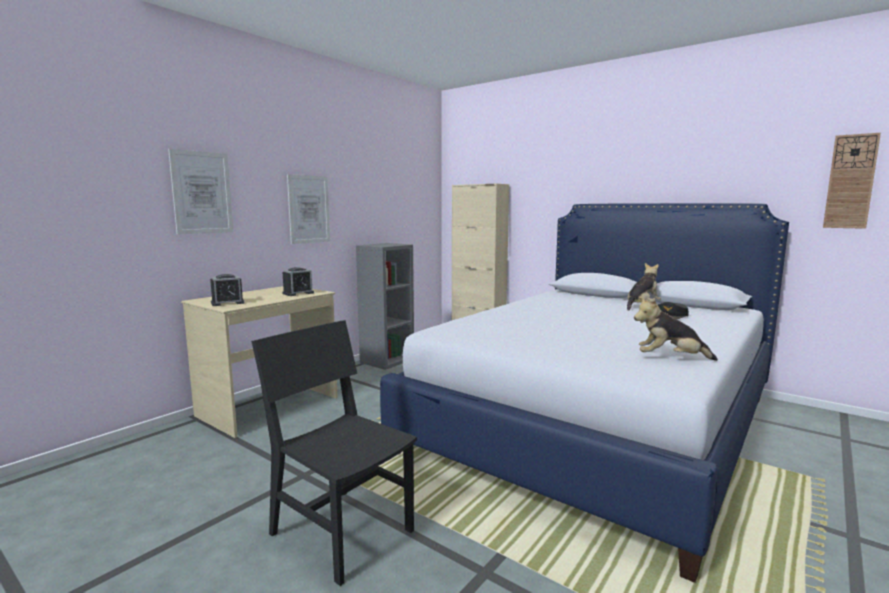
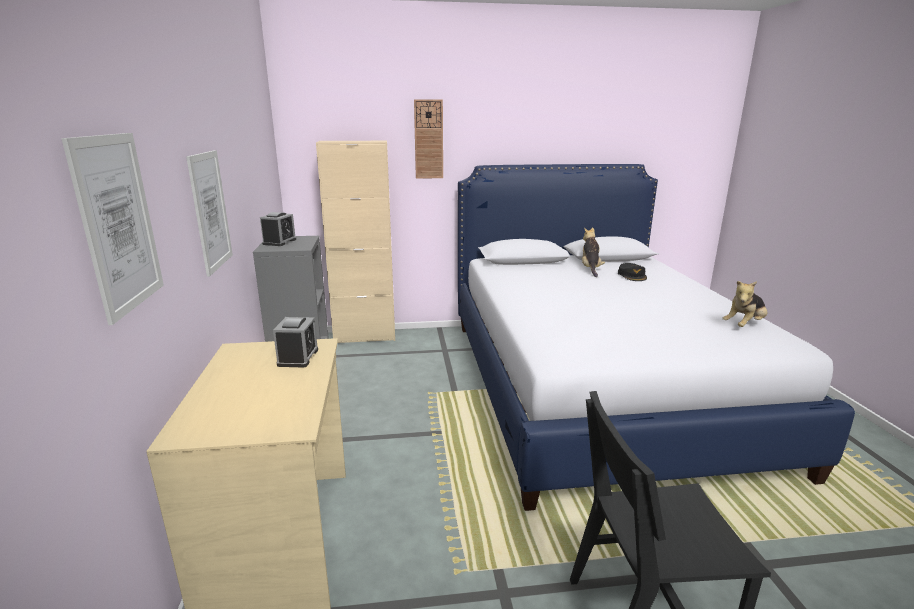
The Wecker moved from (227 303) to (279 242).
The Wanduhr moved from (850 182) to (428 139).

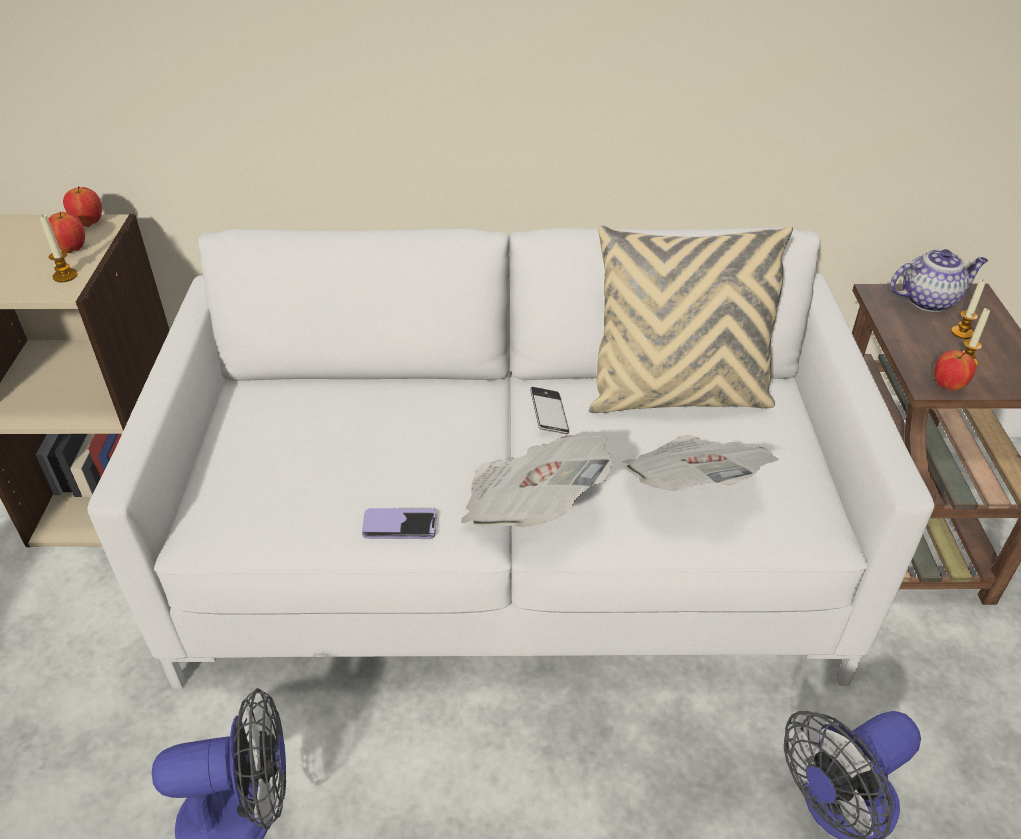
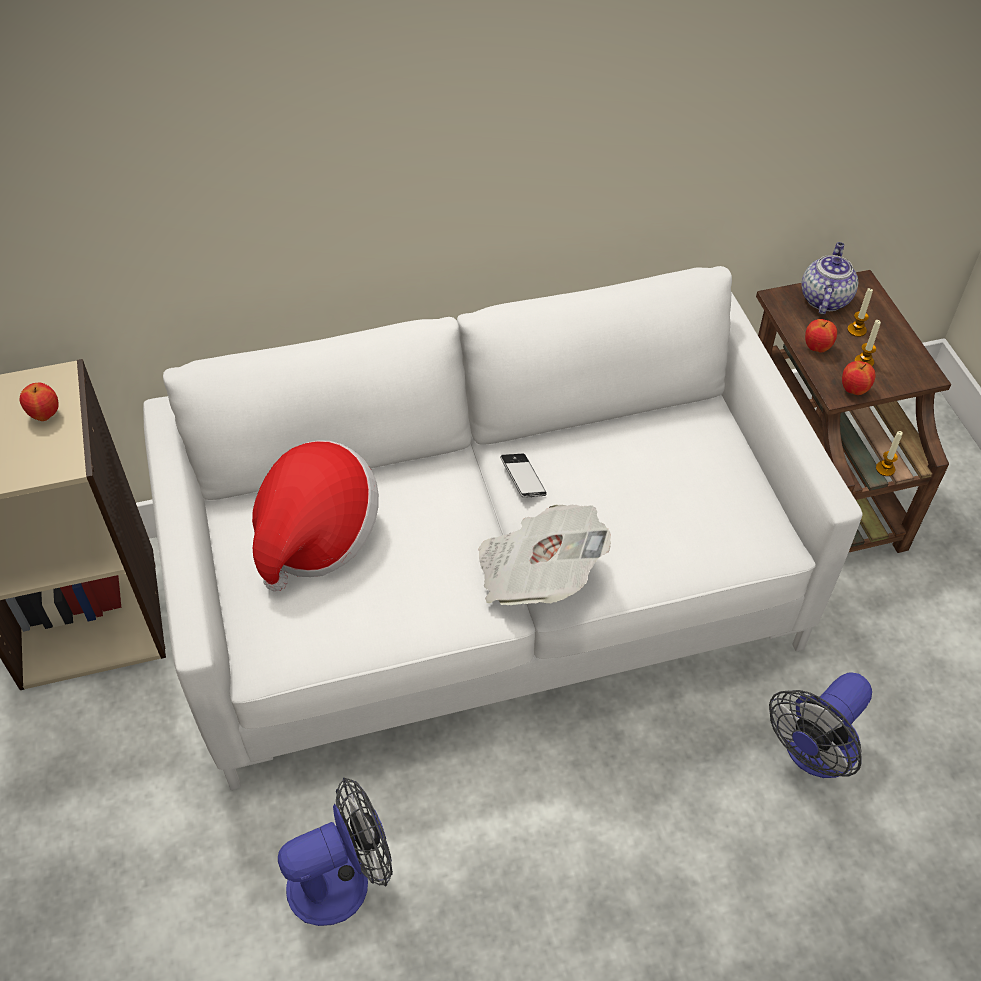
The Hut at (316 535) appeared.
The Teekanne at (929 300) turned 45 degrees counterclockwise.
The Apfel moved from (88 223) to (817 348).
The Kerze moved from (65 276) to (885 469).
The Handy at (399 525) disappeared.
The Kissen/beige at (677 396) disappeared.
The Zeitung at (691 488) disappeared.

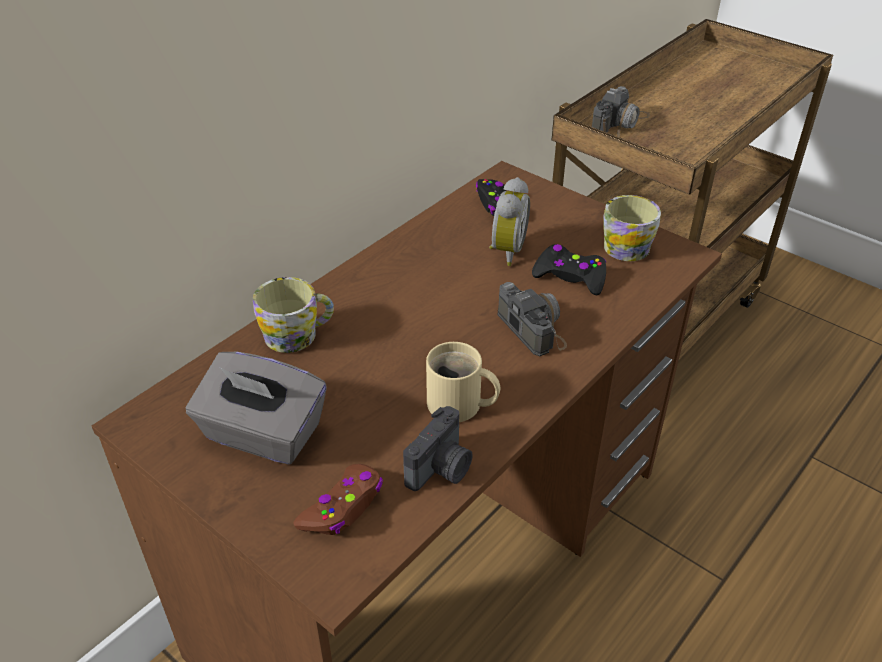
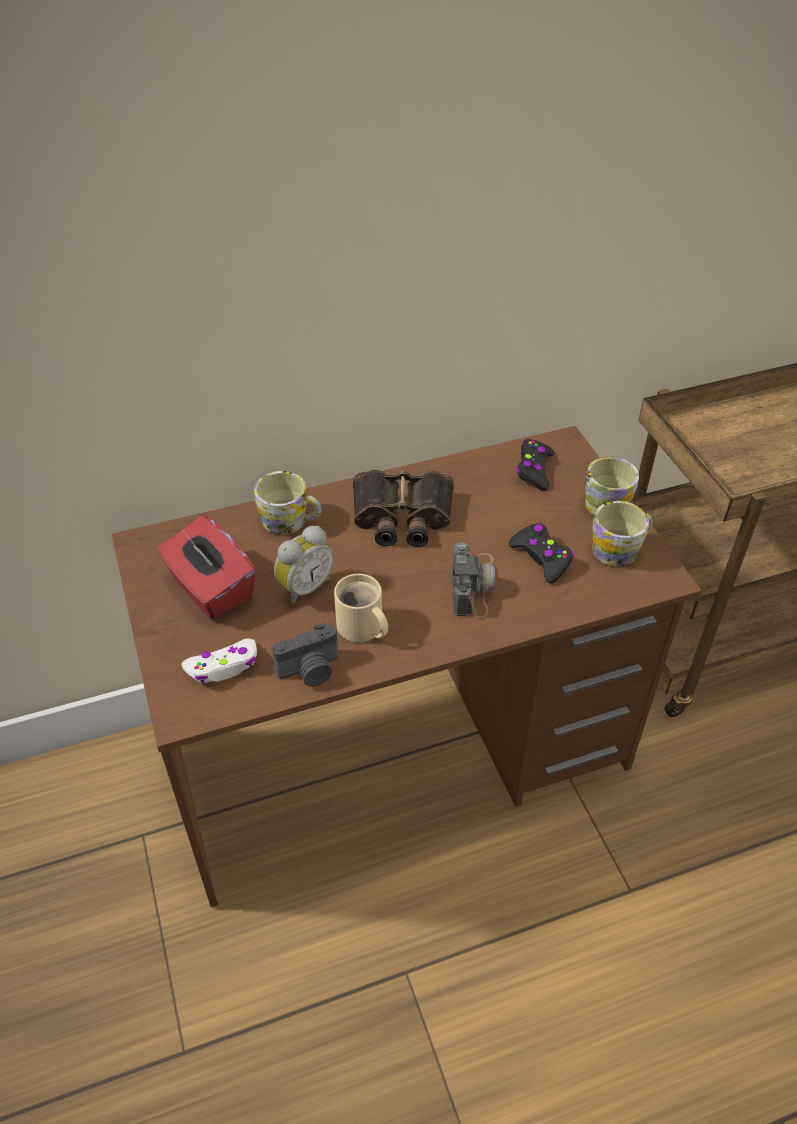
The Taschentuchbox/grau at (262 434) became the Taschentuchbox/rot at (211 589).
The Gamepad/braun at (343 507) became the Gamepad/weiß at (223 667).
The Wecker moved from (505 251) to (304 587).
The Fernglas at (401 517) appeared.
The Henkelbecher at (604 501) appeared.
The Kamera at (620 123) disappeared.

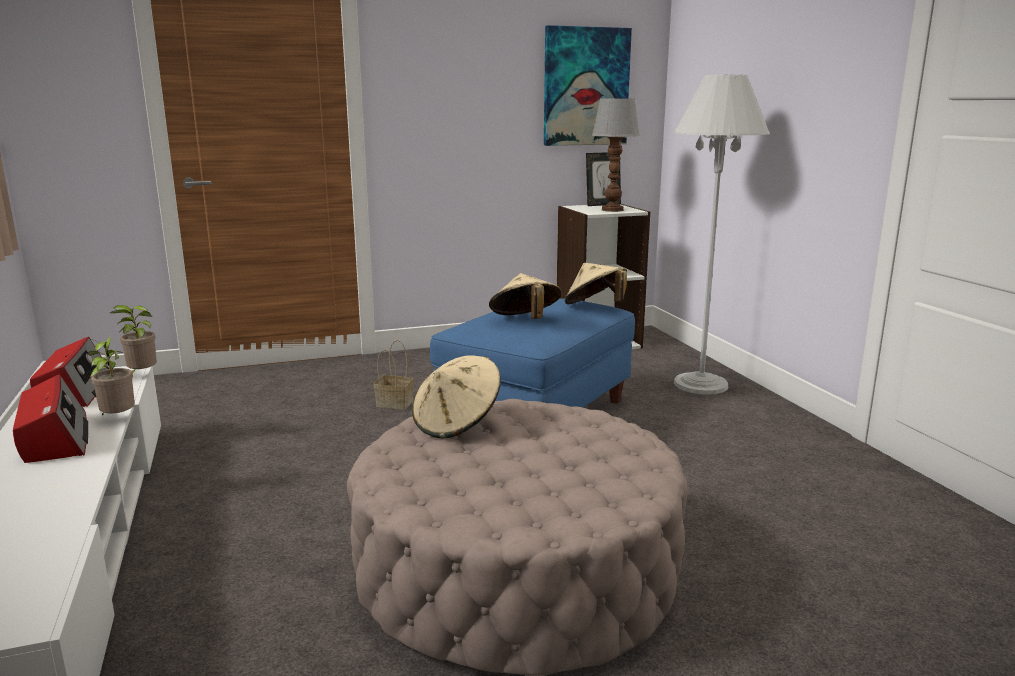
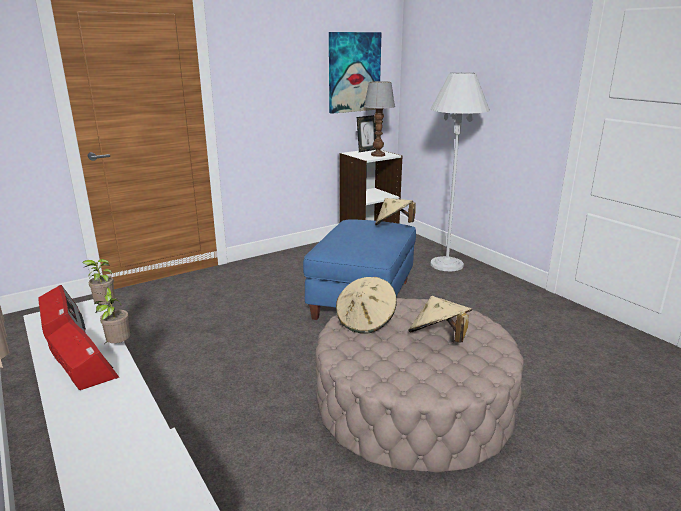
The Hut/beige moved from (525 321) to (438 338).
The Korb at (393 404) disappeared.

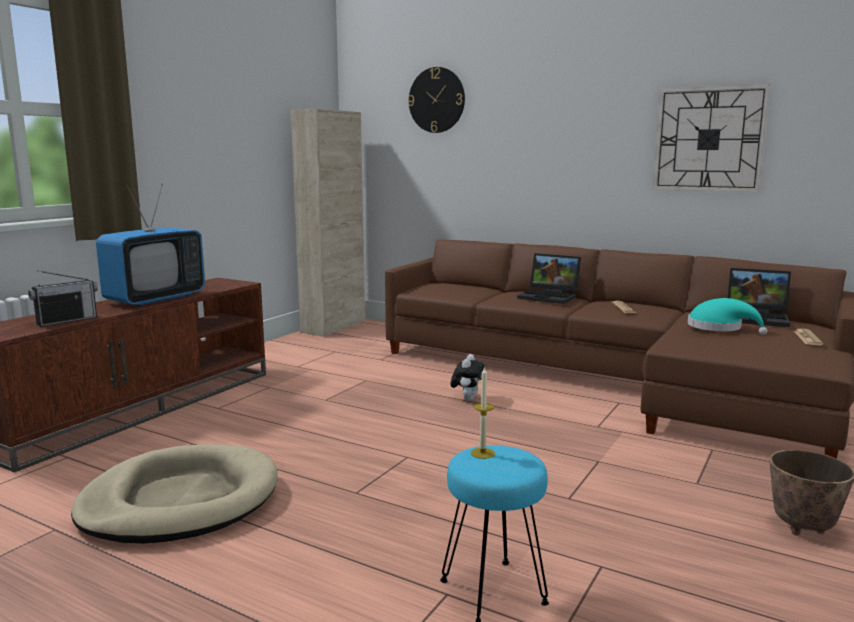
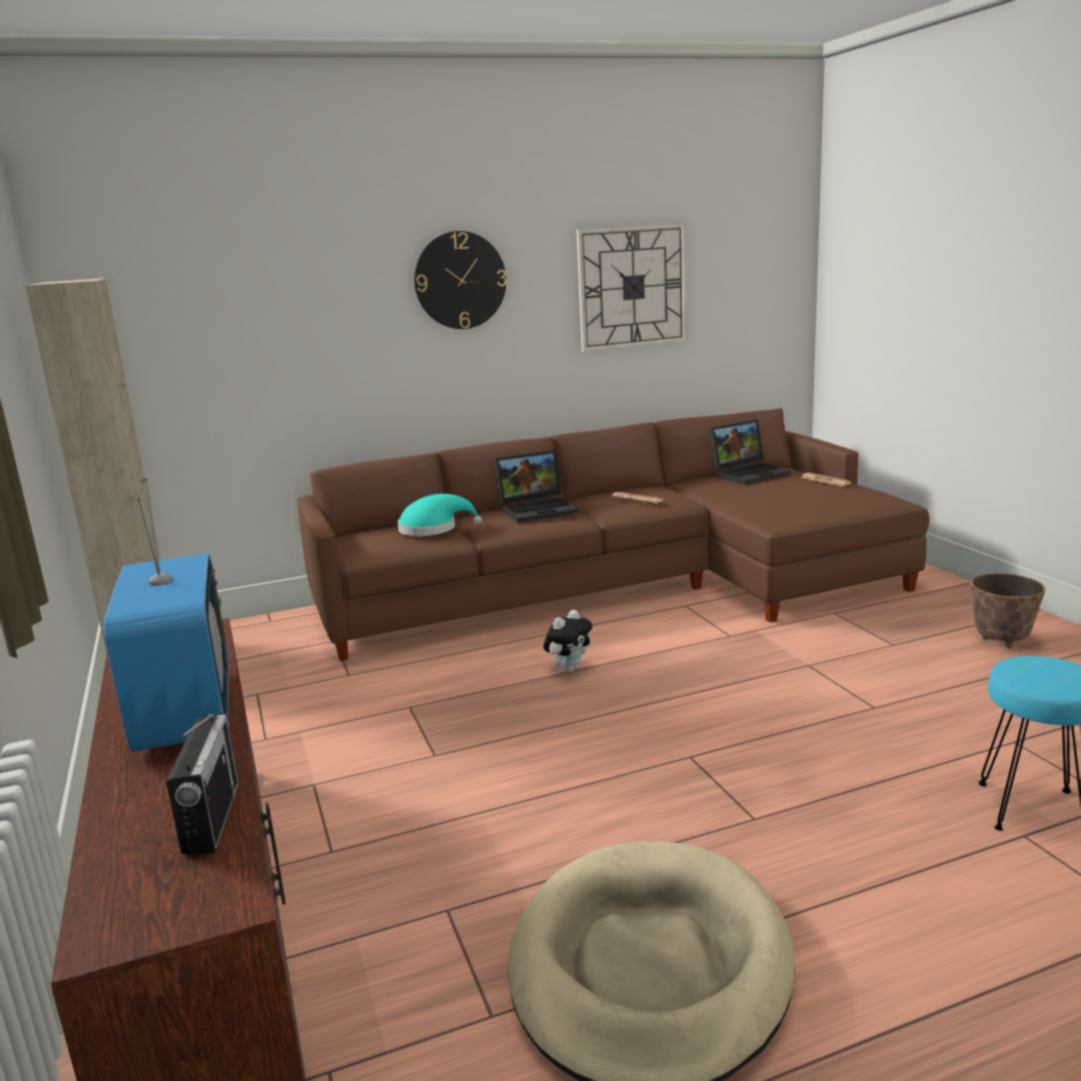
The Hut/türkis moved from (719 328) to (433 529).
The Wanduhr moved from (436 100) to (460 280).
The Plüschtier at (467 399) turned 75 degrees clockwise.
The Kerze at (482 453) disappeared.

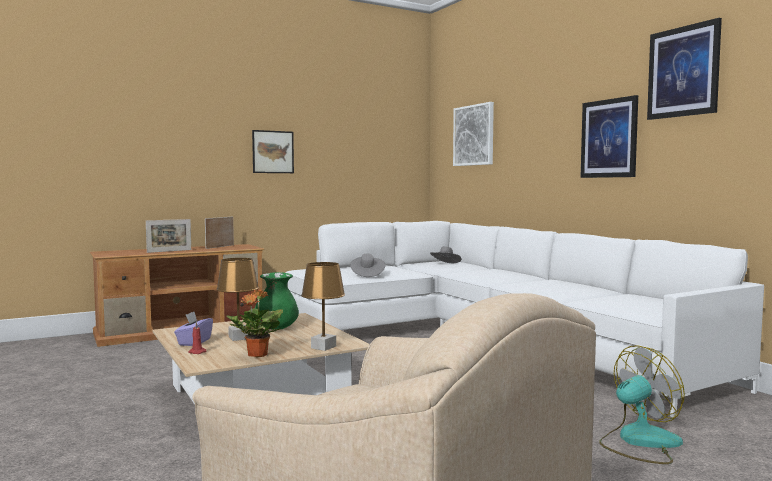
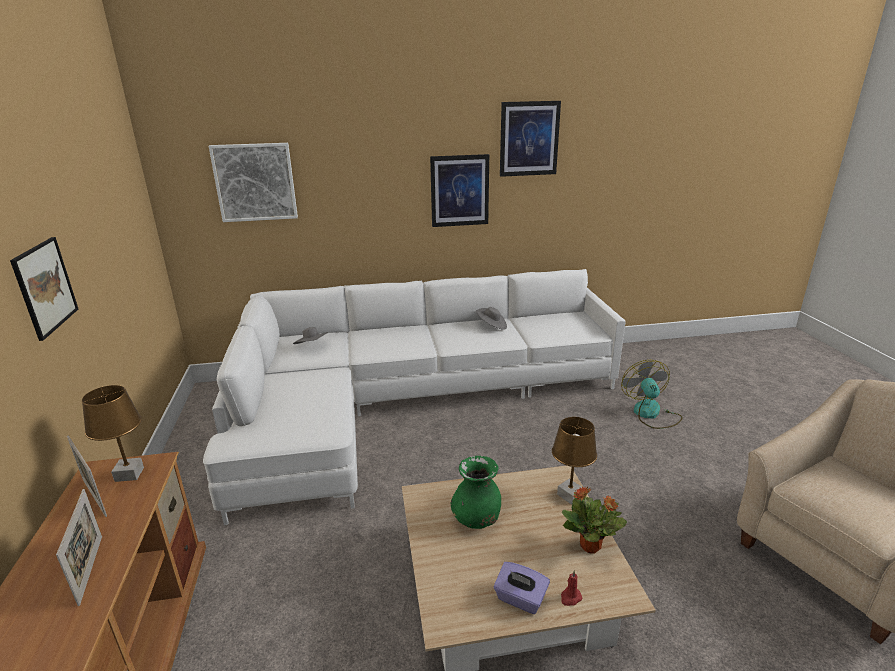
The Tischlampe/braun moved from (238 338) to (129 475).
The Hut/grau moved from (367 274) to (491 326).

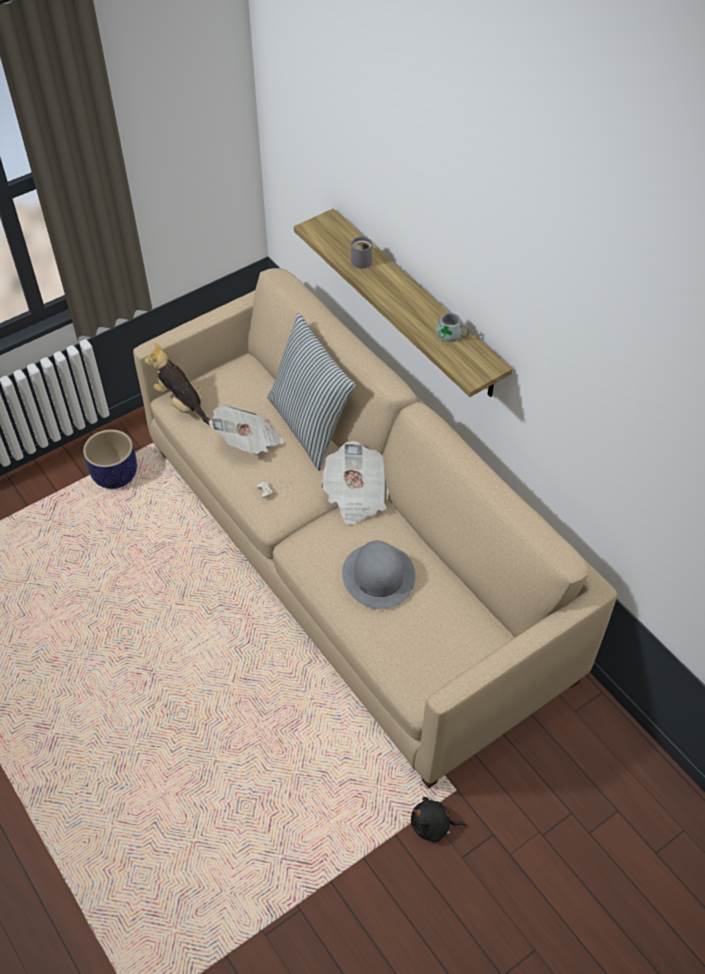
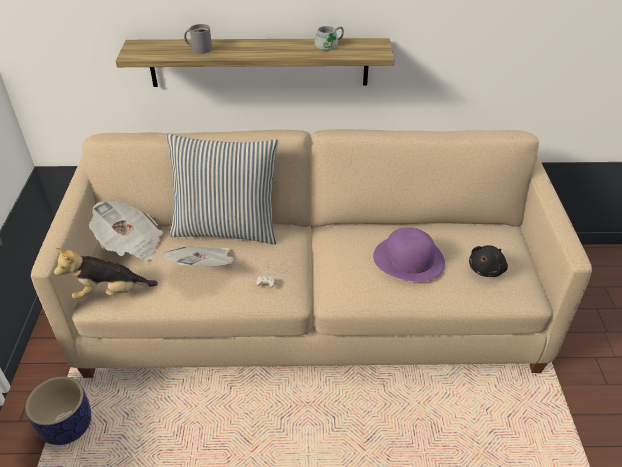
The Zeitung moved from (355 495) to (130 243).
The Hut/grau at (378 575) became the Hut/lila at (408 259).
The Plüschtier/schwarz moved from (433 825) to (487 269).

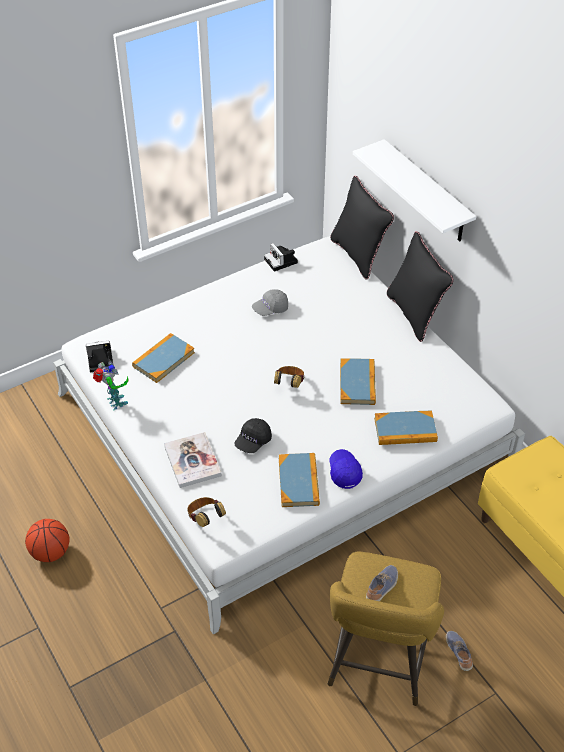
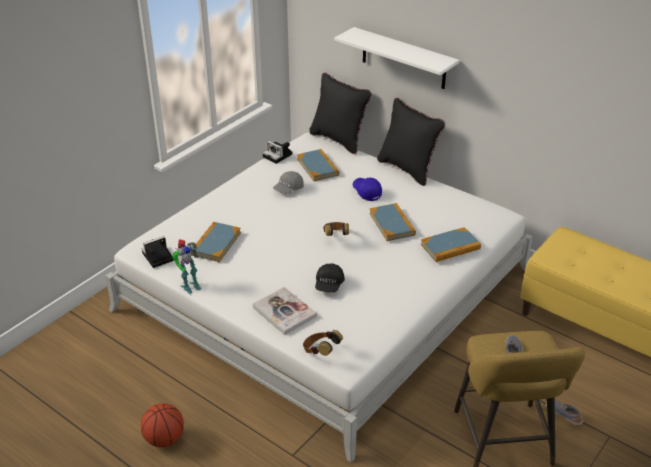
The Spielzeugroboter at (115 403) turned 105 degrees clockwise.
The Buch moved from (298 482) to (318 167).
The Kappe/blau moved from (344 472) to (366 192).

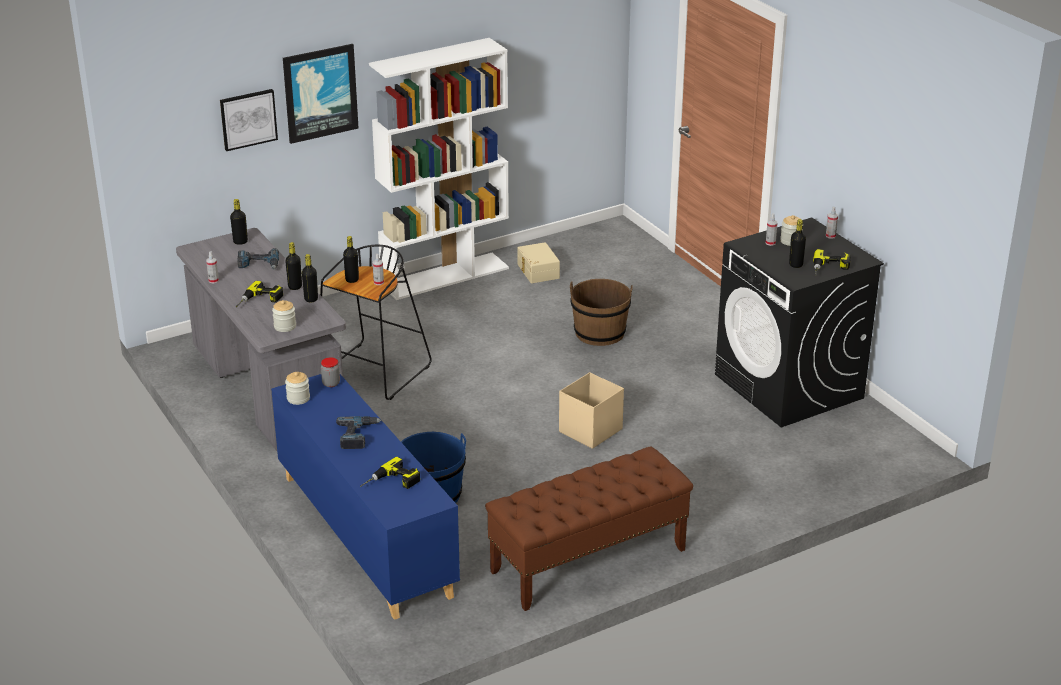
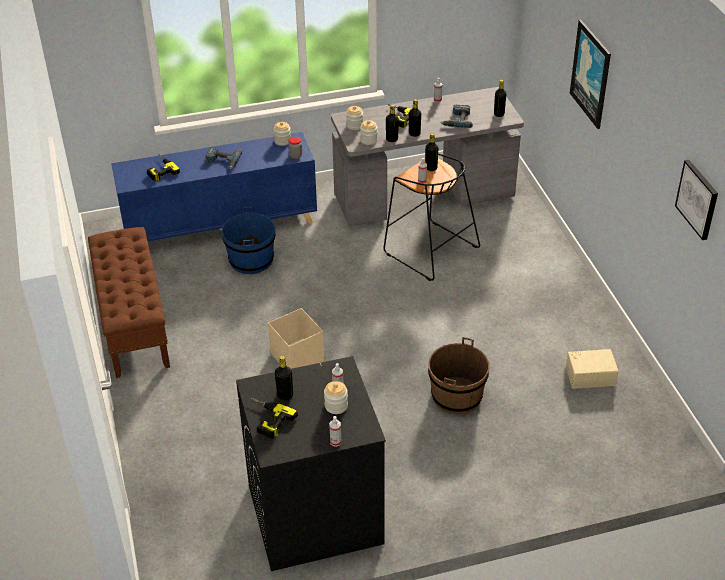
The Vorratsglas at (368 140) appeared.
The Bild moved from (248 119) to (698 199).
The Bücherregal/weiß at (445 276) disappeared.

